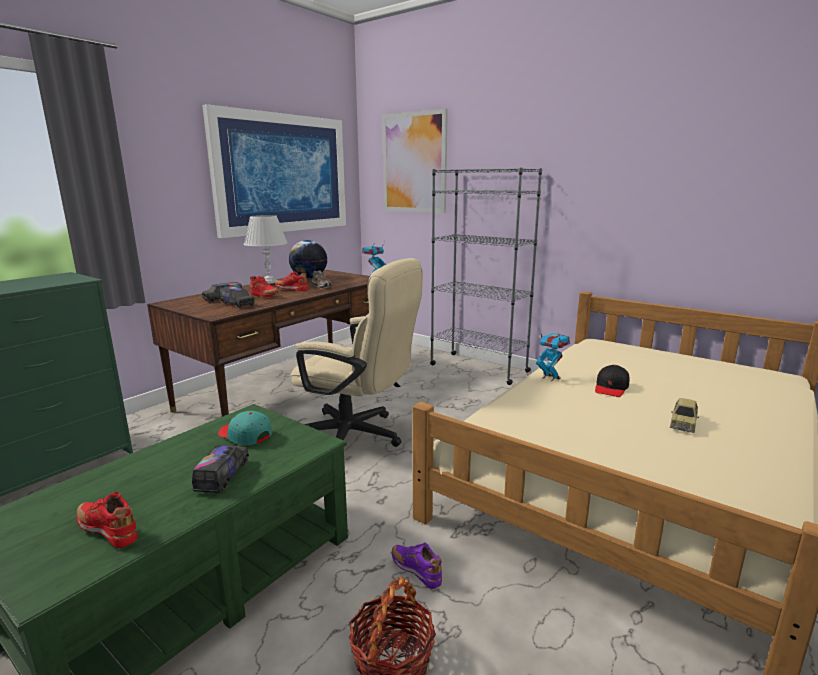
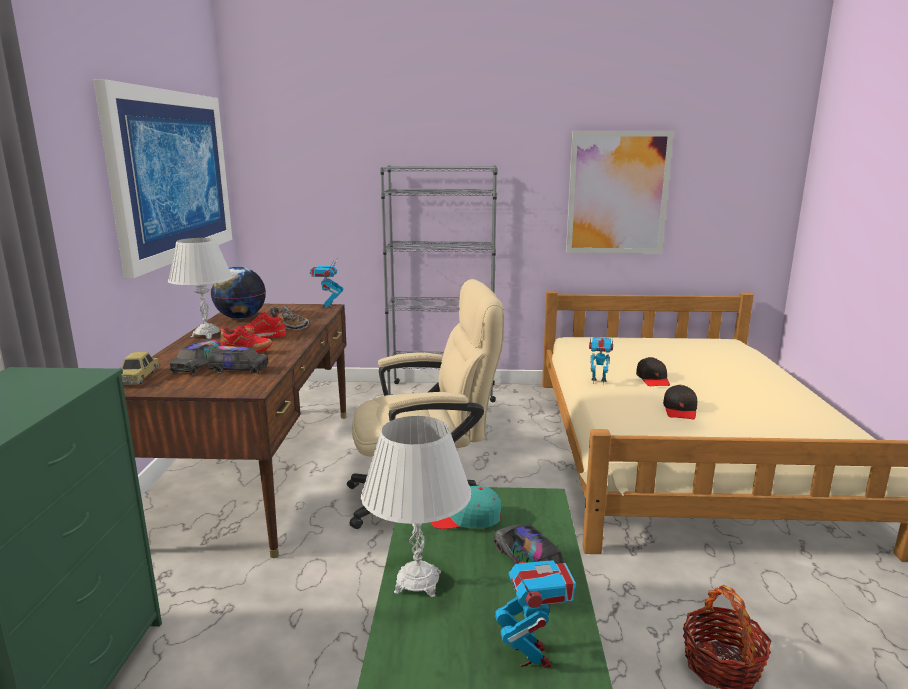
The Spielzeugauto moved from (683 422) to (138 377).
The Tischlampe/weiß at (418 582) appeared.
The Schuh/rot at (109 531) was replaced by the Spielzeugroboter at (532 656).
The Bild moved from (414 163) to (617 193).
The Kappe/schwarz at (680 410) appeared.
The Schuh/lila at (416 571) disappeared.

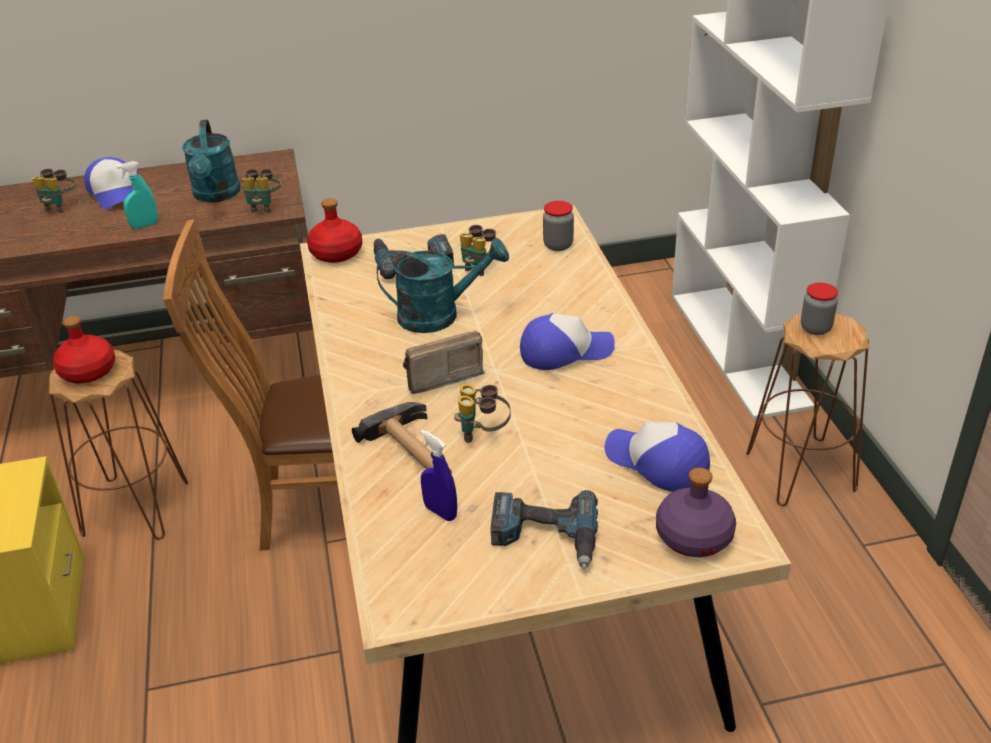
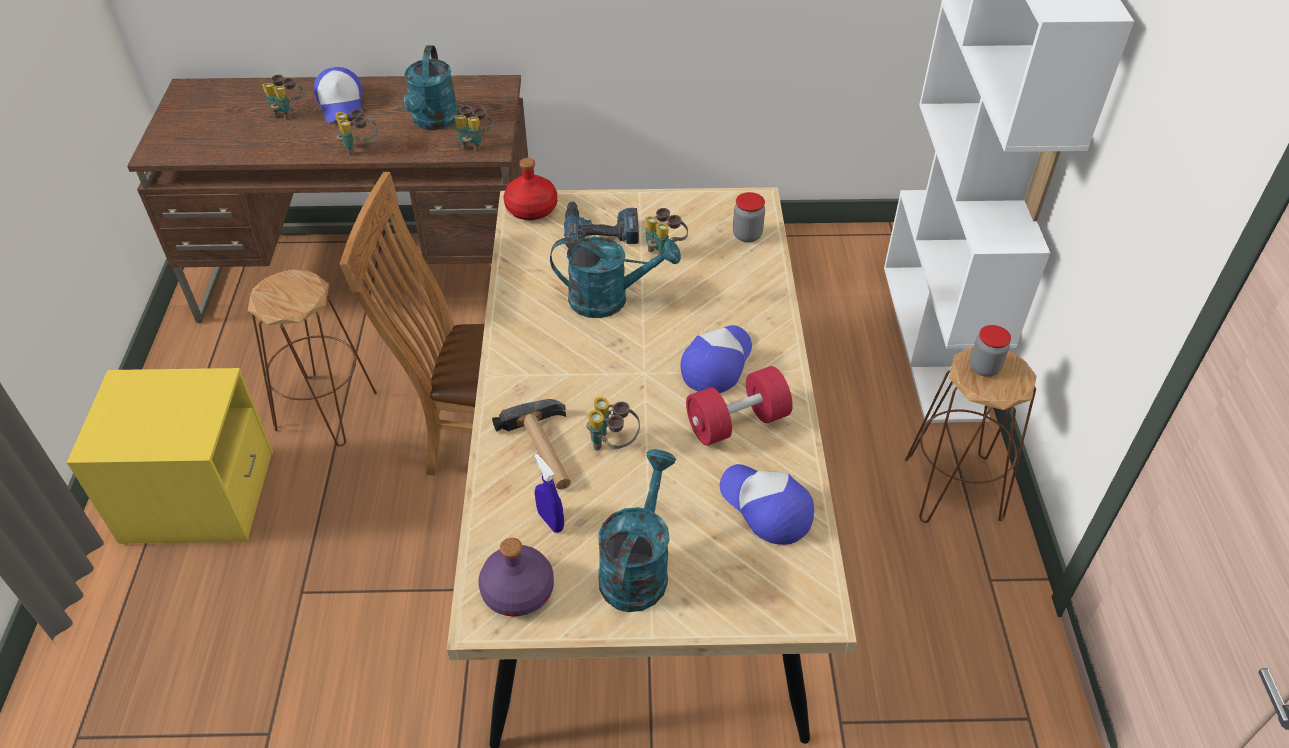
The Sprühflasche/türkis at (144 225) was replaced by the Fernglas at (360 148).
The Flasche/lila moved from (695 536) to (518 591).
The Bohrmaschine at (544 537) was replaced by the Gießkanne/türkis at (637 567).
The Kappe at (565 351) turned 60 degrees counterclockwise.
The Hantel/rot at (737 422) appeared.
The Flasche/rot at (87 372) disappeared.
The Radio at (439 377) disappeared.

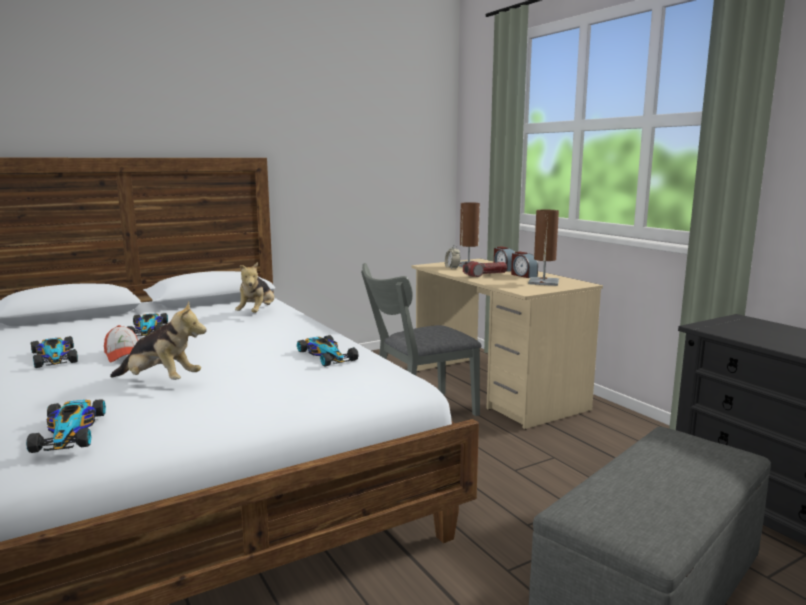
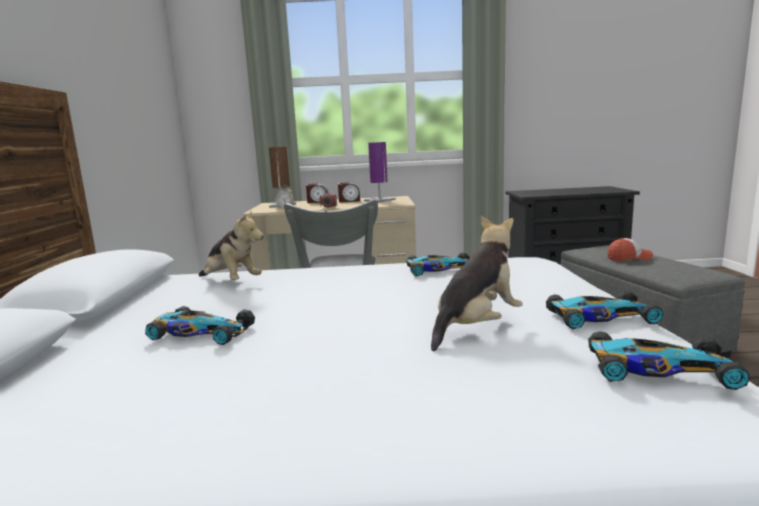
The Tischlampe/braun at (543 282) became the Tischlampe/lila at (379 200).
The Spielzeugauto moved from (54 357) to (598 317).
The Kappe moved from (123 355) to (629 258).

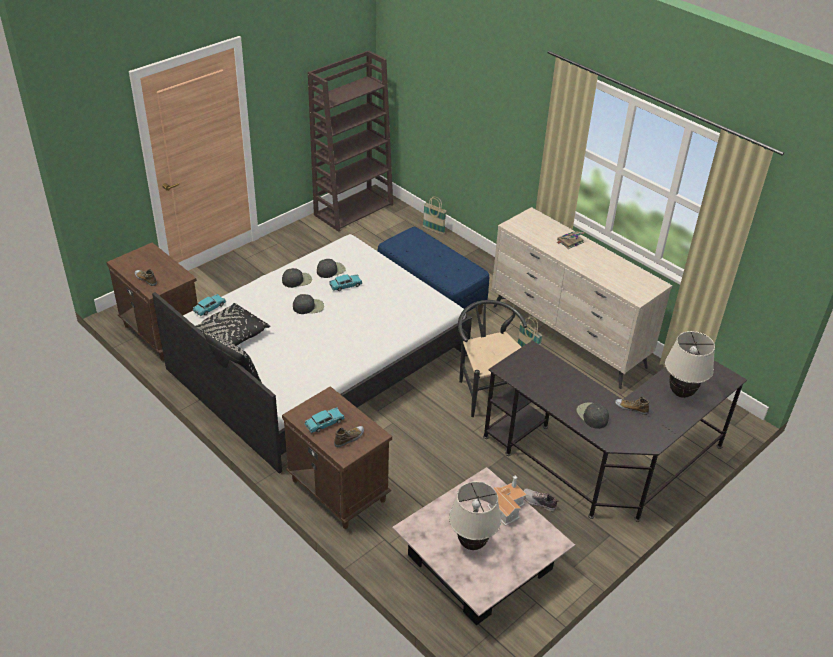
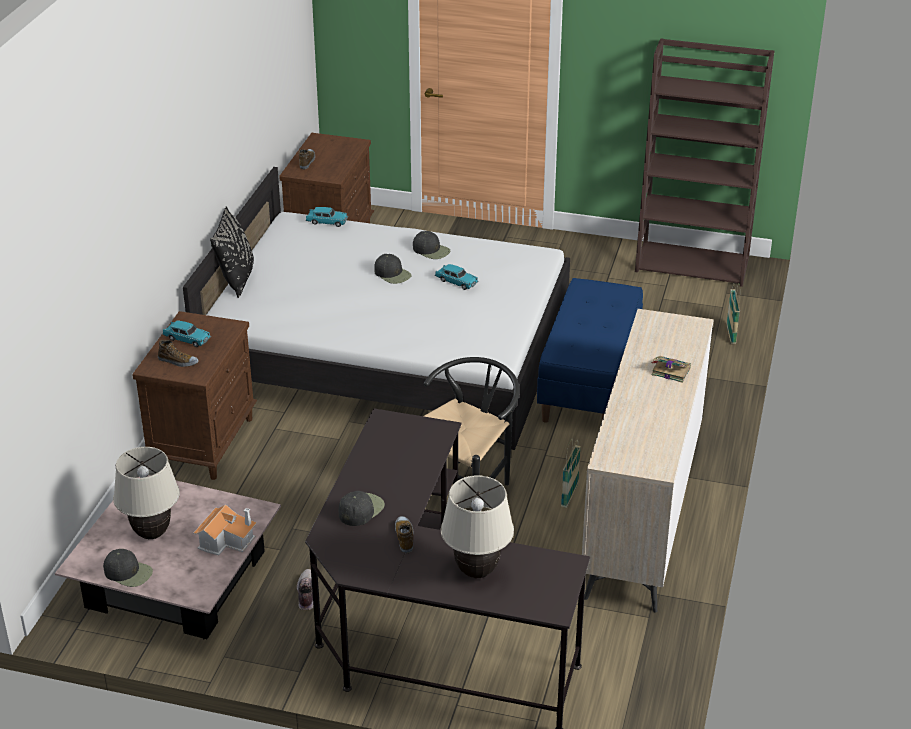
The Kappe/schwarz moved from (331 270) to (128 572).
The Kissen/schwarz at (232 334) disappeared.

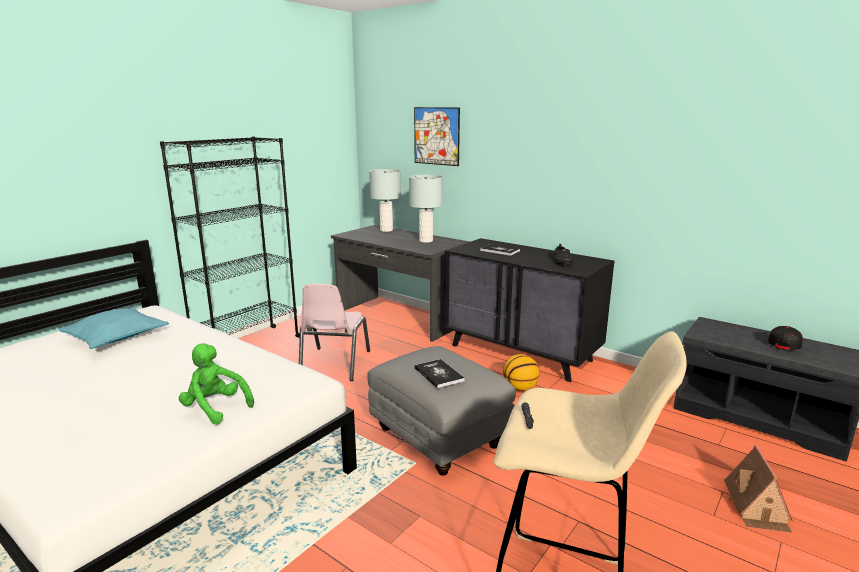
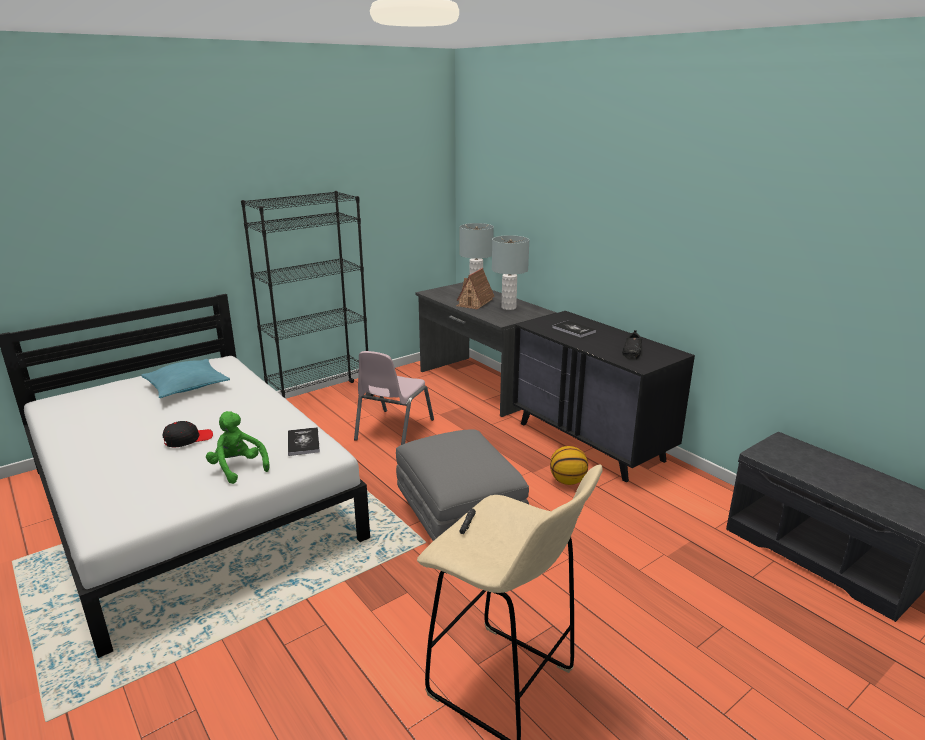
The Kappe/schwarz moved from (784 343) to (188 439).
The Buch moved from (438 374) to (303 442).
The Spielzeughaus moved from (756 507) to (474 302).
The Bild at (436 136) disappeared.

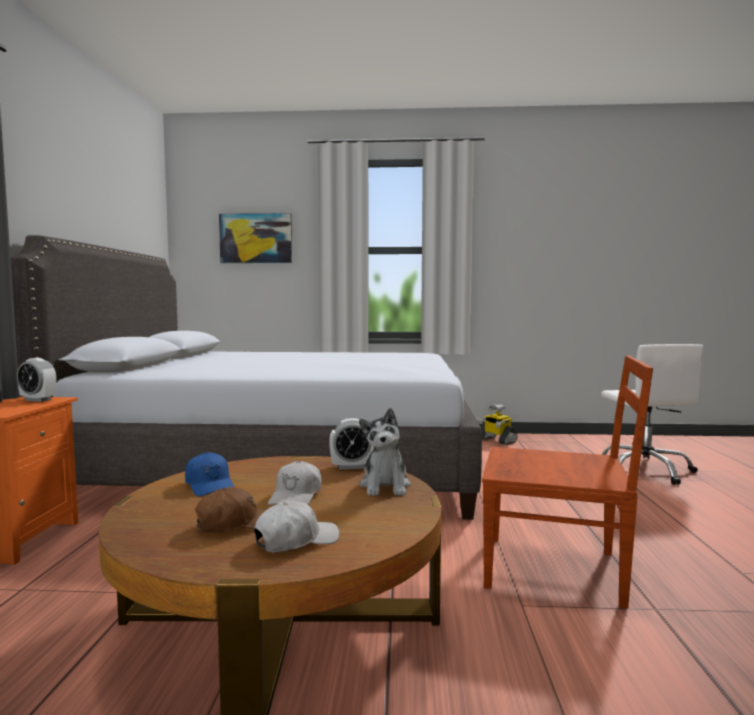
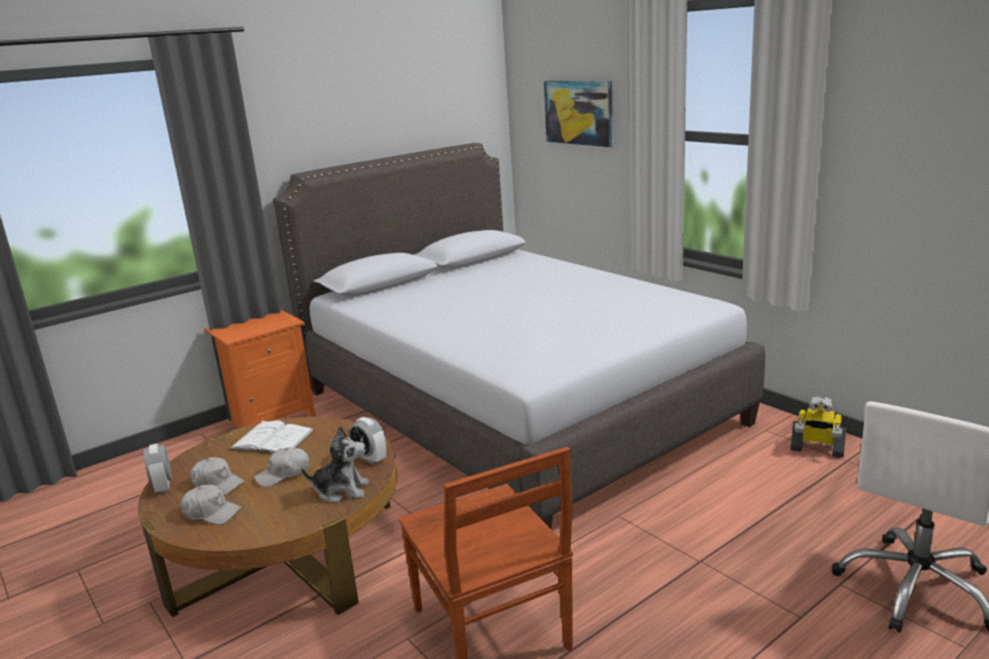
The Wecker moved from (38 400) to (163 486).
The Kappe/braun at (235 524) became the Kappe/weiß at (217 484).
The Kappe/blau at (210 485) was replaced by the Buch/weiß at (272 440).
The Plüschtier at (385 486) turned 135 degrees counterclockwise.
The Spielzeugroboter at (496 440) turned 75 degrees counterclockwise.

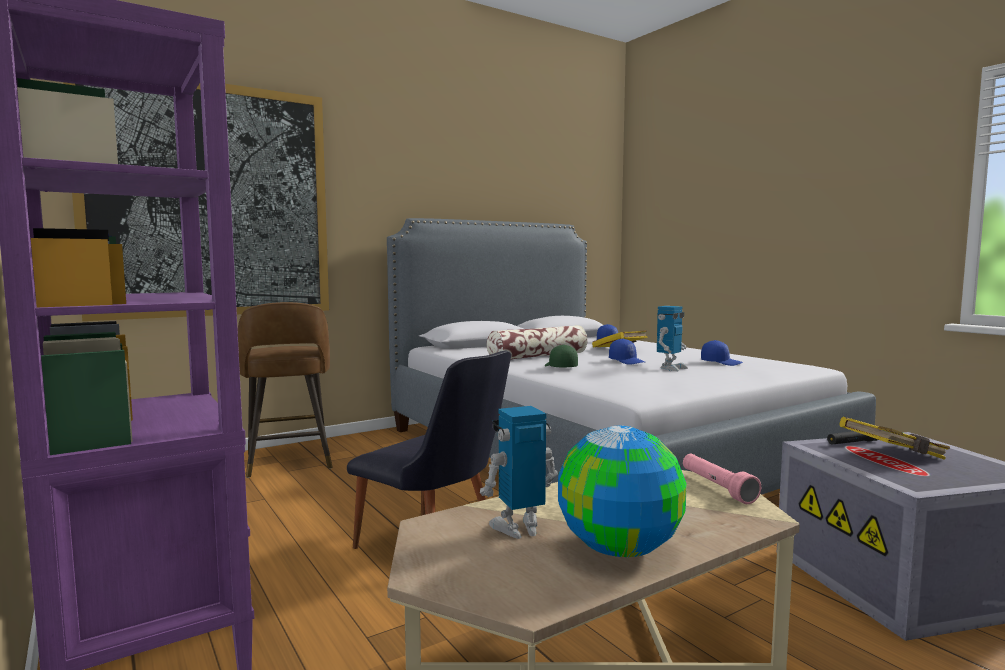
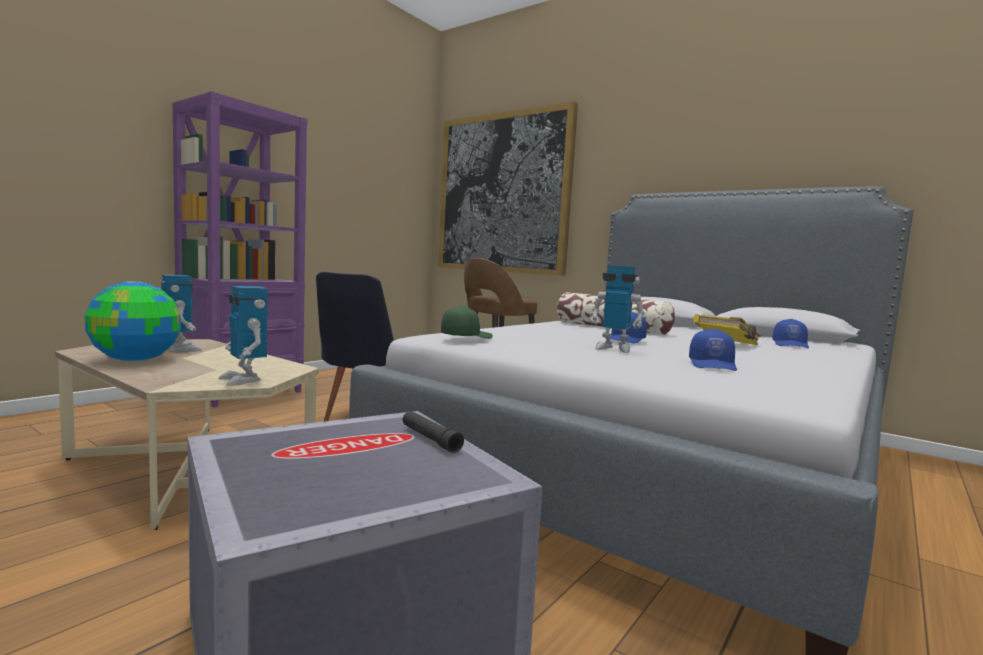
The Taschenlampe/rosa at (716 488) was replaced by the Spielzeugroboter at (243 380).
The Kappe/grün moved from (560 367) to (466 336).
The Buch/gelb at (893 456) disappeared.

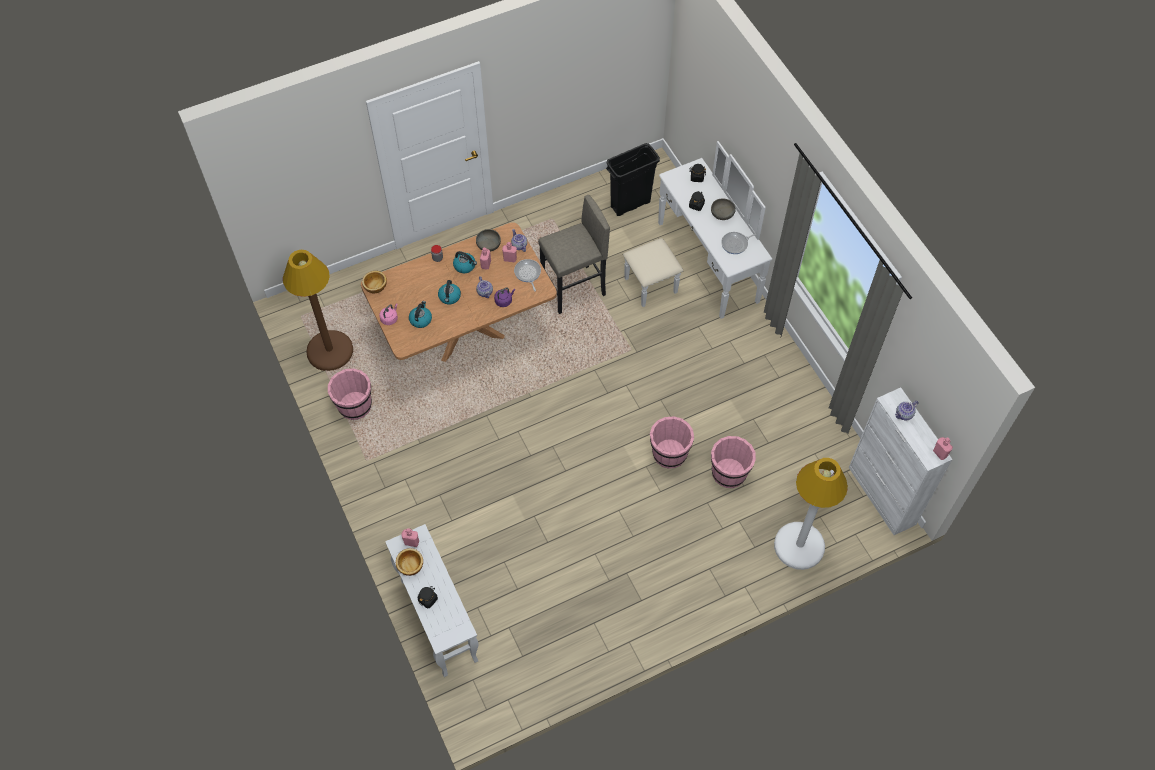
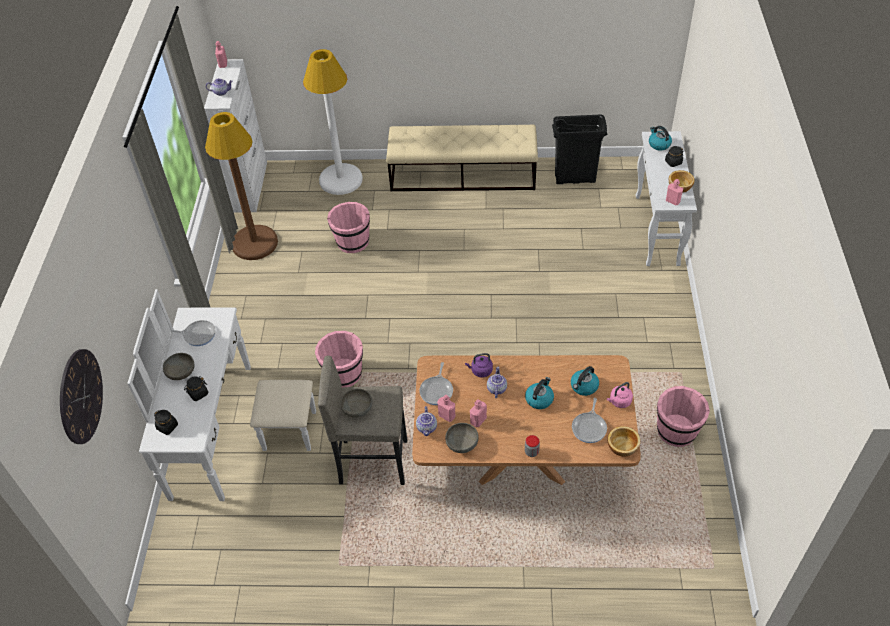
The Wanduhr at (80 396) appeared.
The Stehlampe/braun moved from (330 351) to (254 243).
The Eimer/rosa moved from (669 453) to (343 374).
The Schüssel/grau at (357 408) appeared.
The Bank/beige at (463 176) appeared.
The Mülleimer/schwarz moved from (630 204) to (575 178).
The Pfanne at (589 427) appeared.
The Wasserkessel moved from (465 266) to (659 144).

